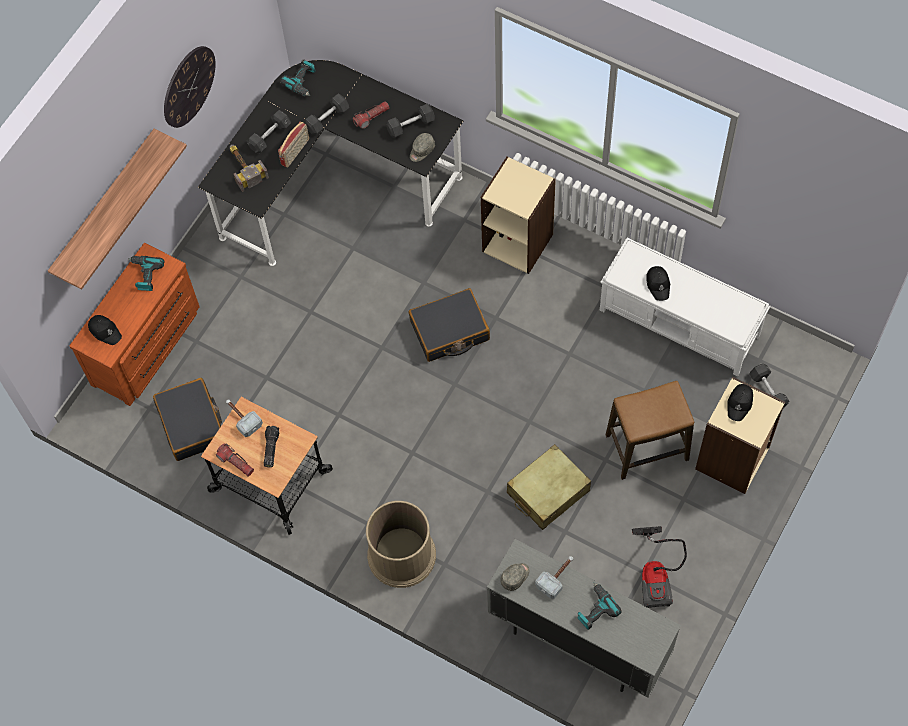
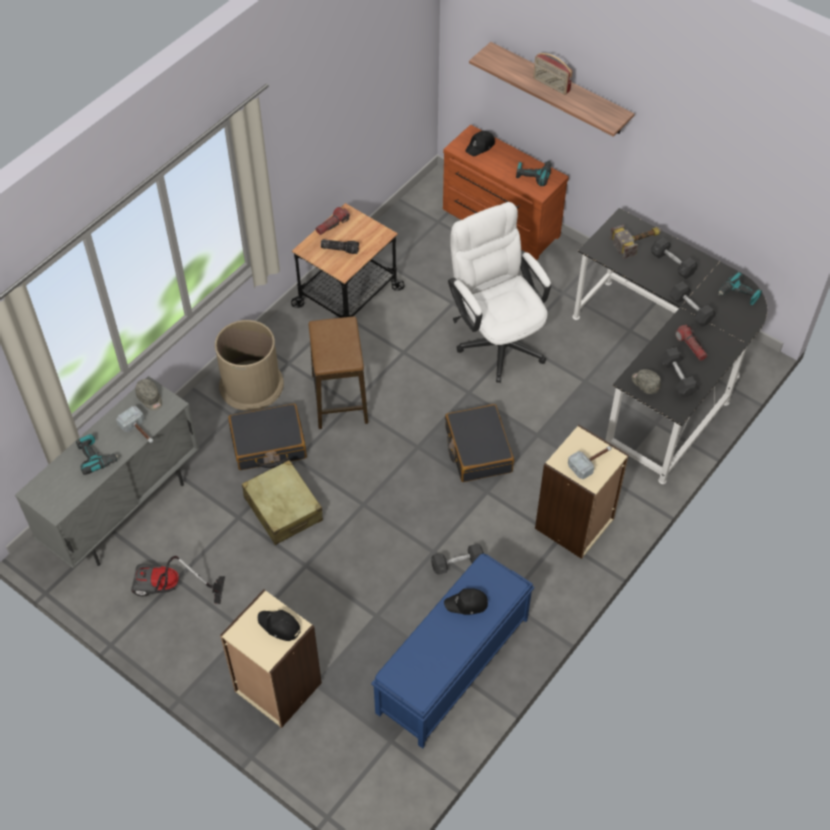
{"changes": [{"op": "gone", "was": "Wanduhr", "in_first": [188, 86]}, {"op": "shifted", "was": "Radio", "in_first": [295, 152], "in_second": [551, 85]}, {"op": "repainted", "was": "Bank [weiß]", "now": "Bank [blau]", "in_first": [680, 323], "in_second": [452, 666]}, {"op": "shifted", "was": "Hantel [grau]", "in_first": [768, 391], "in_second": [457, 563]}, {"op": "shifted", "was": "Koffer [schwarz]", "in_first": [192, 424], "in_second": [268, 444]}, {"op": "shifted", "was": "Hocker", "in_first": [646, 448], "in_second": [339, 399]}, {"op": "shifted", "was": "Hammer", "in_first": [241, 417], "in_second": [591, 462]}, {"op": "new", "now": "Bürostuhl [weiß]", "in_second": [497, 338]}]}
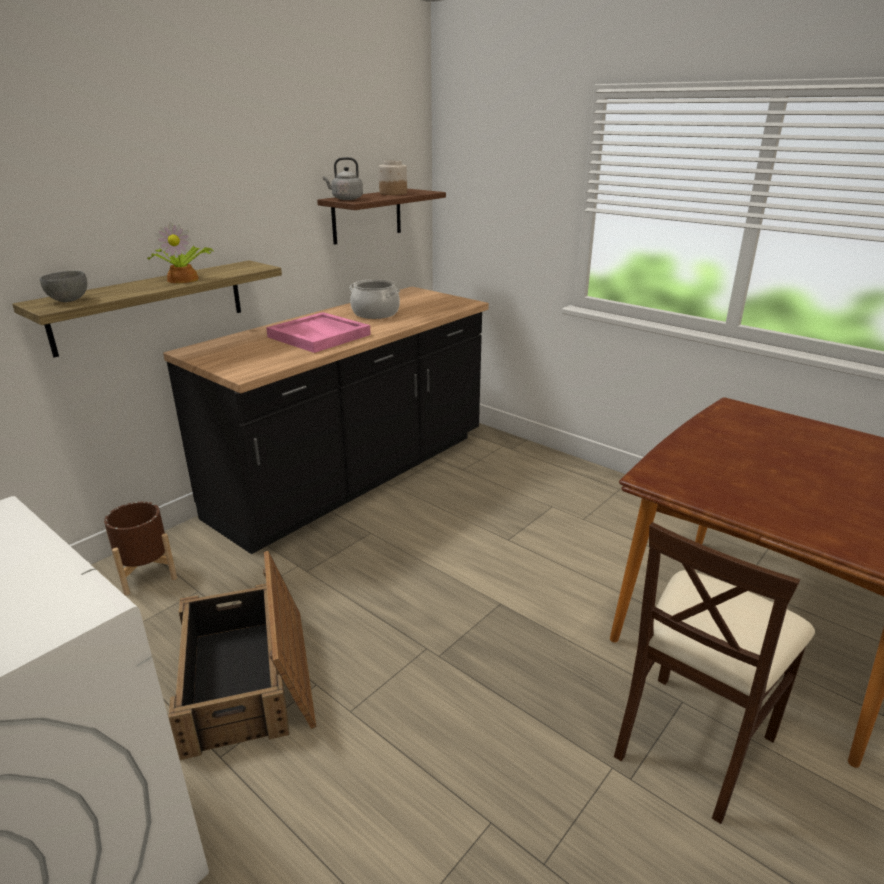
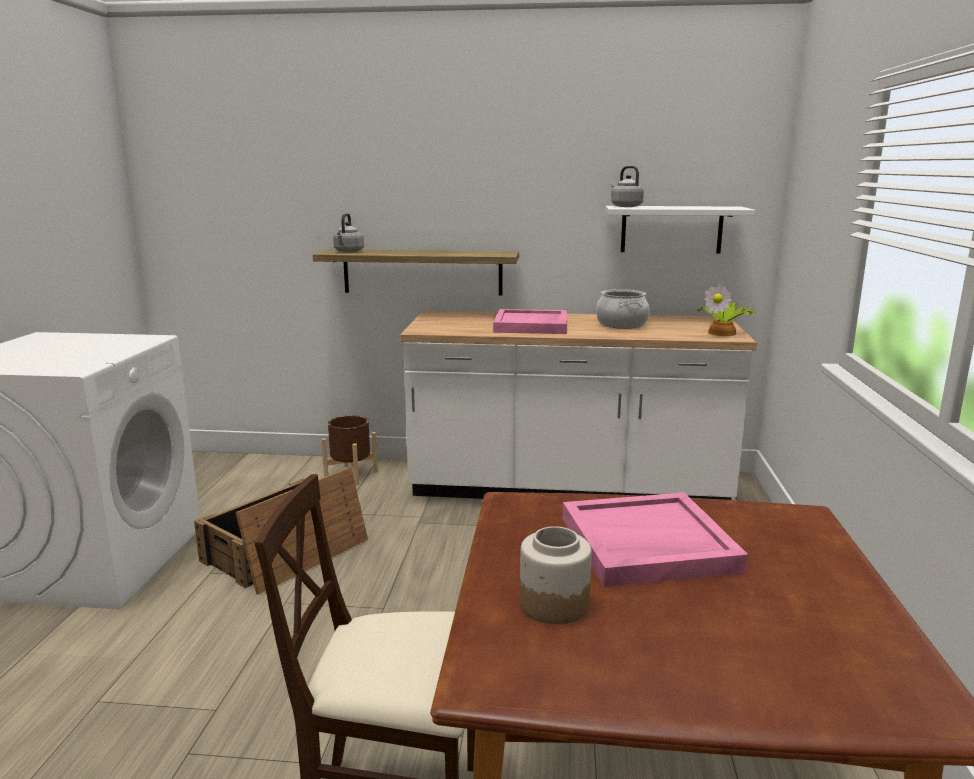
{"changes": [{"op": "shifted", "was": "Vorratsglas", "in_first": [393, 193], "in_second": [553, 604]}, {"op": "repainted", "was": "Wandregal [braun]", "now": "Wandregal [weiß]", "in_first": [367, 216], "in_second": [671, 229]}, {"op": "shifted", "was": "Topfpflanze", "in_first": [184, 279], "in_second": [723, 333]}, {"op": "swapped", "was": "Schüssel [grau]", "now": "Wasserkessel [grau]", "in_first": [69, 300], "in_second": [348, 251]}, {"op": "repainted", "was": "Küchenzeile [schwarz]", "now": "Küchenzeile [weiß]", "in_first": [354, 477], "in_second": [568, 488]}, {"op": "new", "now": "Tablett [rosa]", "in_second": [646, 544]}]}
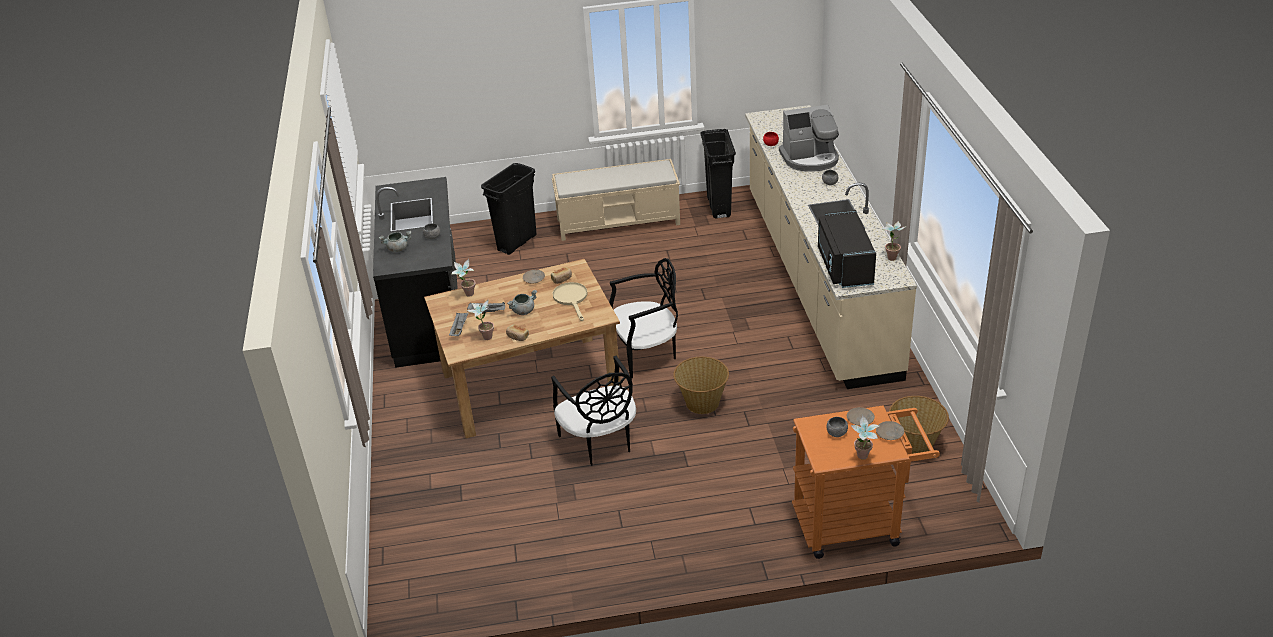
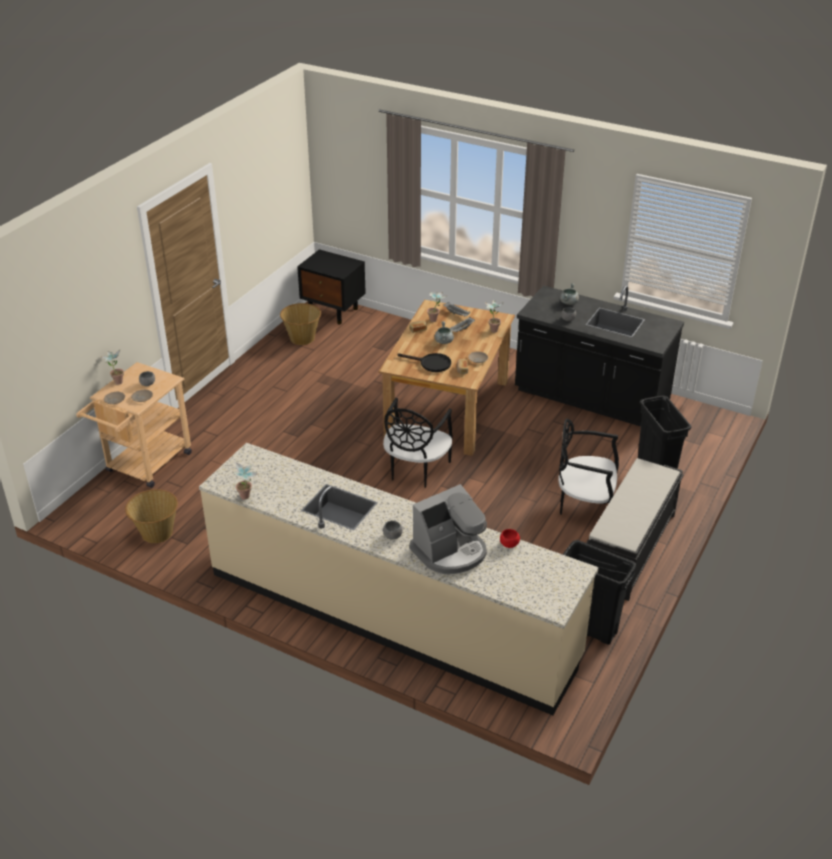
{"changes": [{"op": "rotated", "was": "Kaffeemaschine", "in_first": [810, 158], "in_second": [450, 552], "clockwise": -150}, {"op": "repainted", "was": "Bank [beige]", "now": "Bank [schwarz]", "in_first": [619, 222], "in_second": [629, 550]}, {"op": "gone", "was": "Mikrowelle [schwarz]", "in_first": [843, 266]}, {"op": "repainted", "was": "Pfanne [beige]", "now": "Pfanne [schwarz]", "in_first": [572, 299], "in_second": [431, 364]}, {"op": "shifted", "was": "Stuhl [schwarz]", "in_first": [600, 442], "in_second": [585, 505]}, {"op": "shifted", "was": "Korb", "in_first": [702, 403], "in_second": [302, 338]}, {"op": "repainted", "was": "Rollwagen [orange]", "now": "Rollwagen [beige]", "in_first": [856, 523], "in_second": [144, 466]}, {"op": "new", "now": "Nachttisch [schwarz]", "in_second": [334, 312]}]}
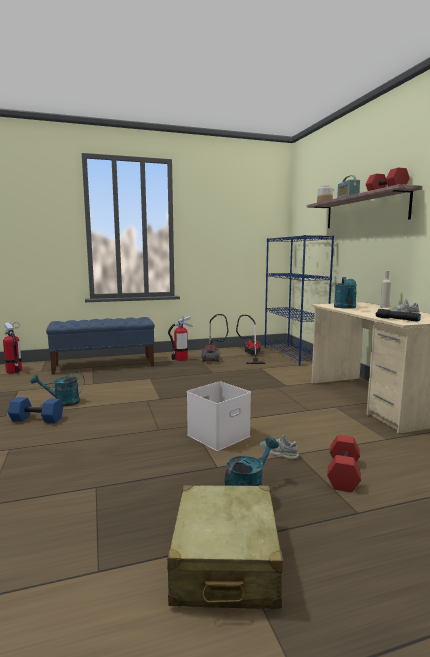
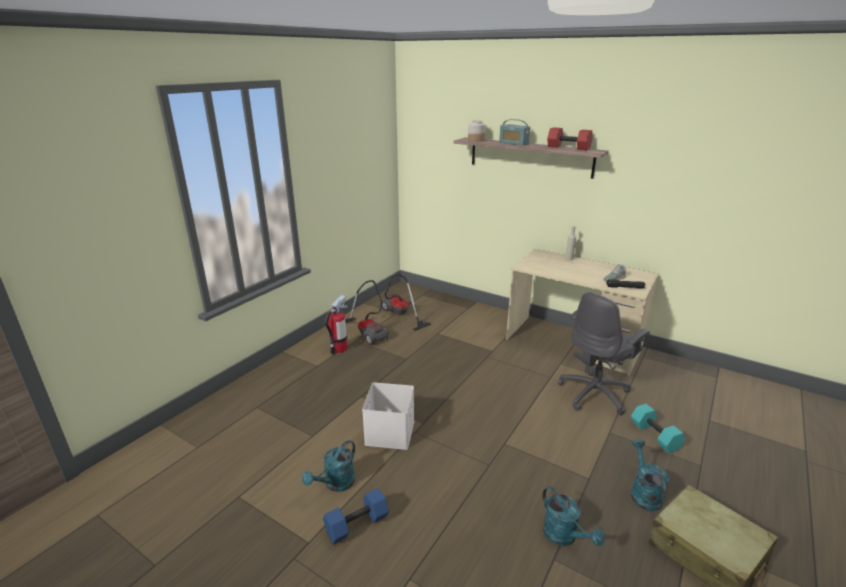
{"changes": [{"op": "gone", "was": "Bücherregal [blau]", "in_first": [293, 354]}, {"op": "shifted", "was": "Gießkanne [türkis]", "in_first": [345, 307], "in_second": [564, 536]}, {"op": "gone", "was": "Bank [blau]", "in_first": [104, 365]}, {"op": "gone", "was": "Feuerlöscher", "in_first": [14, 371]}, {"op": "shifted", "was": "Aufbewahrungsbox [weiß]", "in_first": [218, 435], "in_second": [389, 431]}, {"op": "gone", "was": "Schuh [grau]", "in_first": [278, 452]}, {"op": "repainted", "was": "Hantel [rot]", "now": "Hantel [türkis]", "in_first": [342, 473], "in_second": [653, 436]}, {"op": "new", "now": "Bürostuhl [grau]", "in_second": [595, 394]}]}
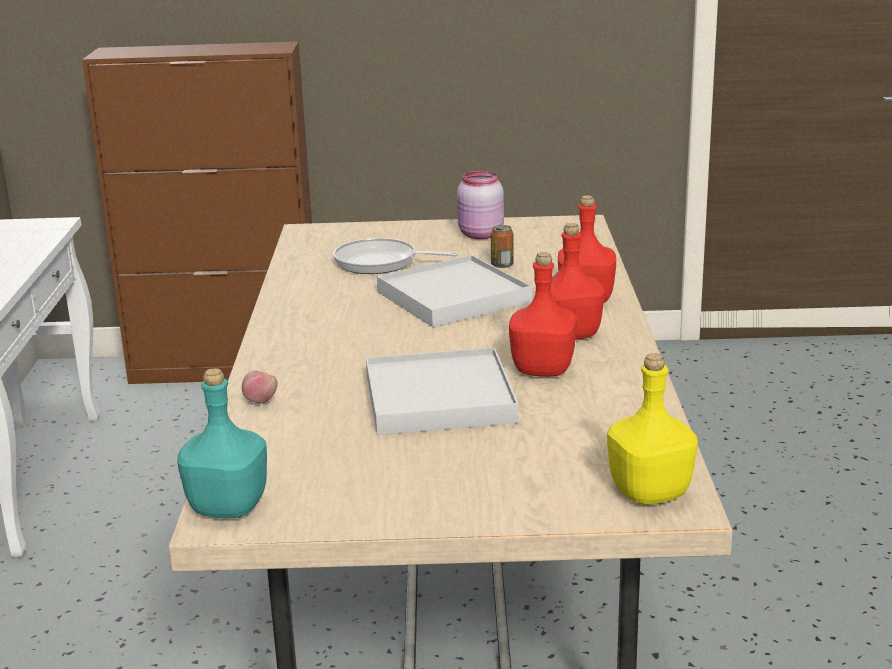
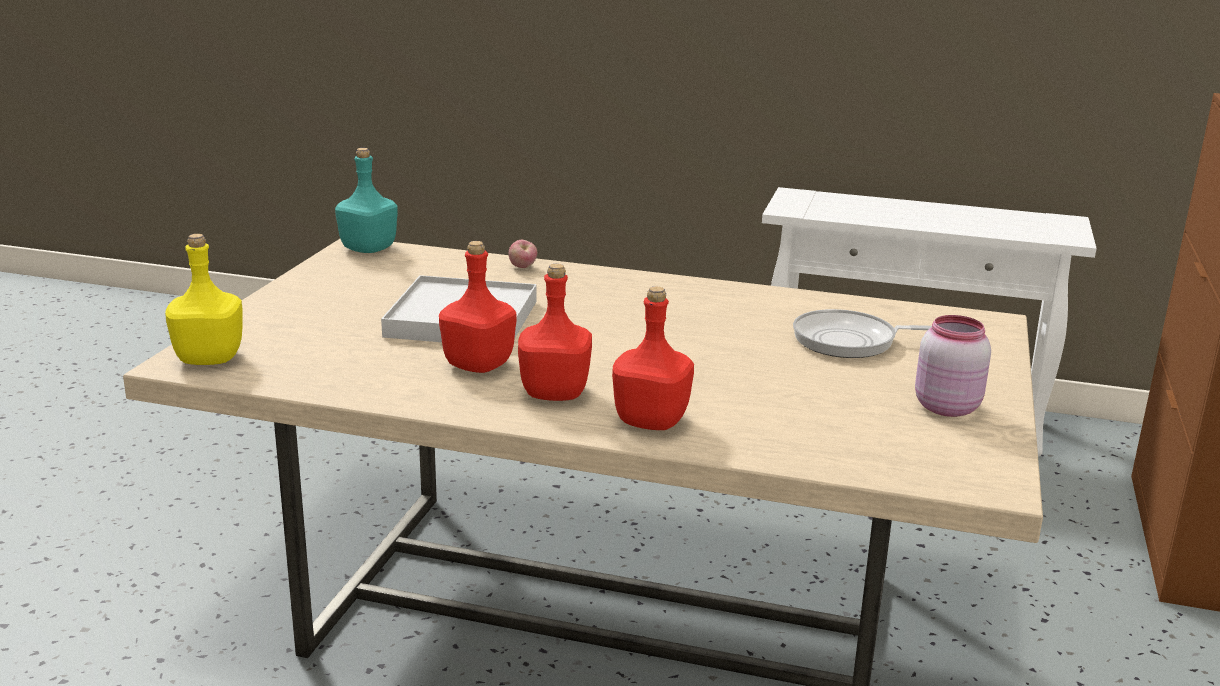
{"changes": [{"op": "gone", "was": "Dose", "in_first": [502, 265]}, {"op": "rotated", "was": "Pfanne", "in_first": [381, 262], "in_second": [850, 341], "clockwise": -120}, {"op": "gone", "was": "Tablett [weiß]", "in_first": [453, 297]}]}
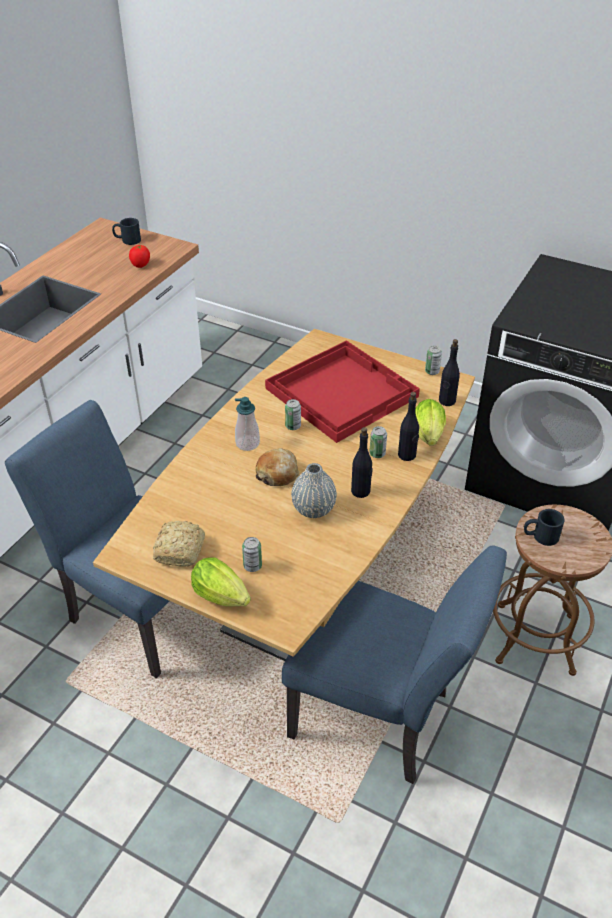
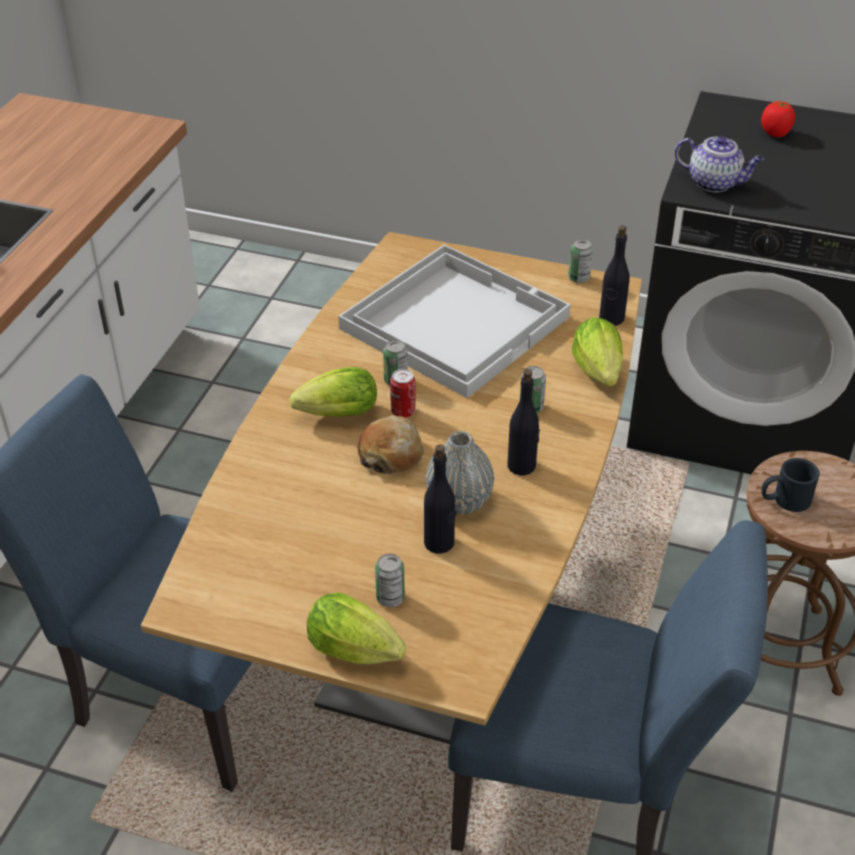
{"changes": [{"op": "gone", "was": "Henkelbecher [schwarz]", "in_first": [127, 240]}, {"op": "shifted", "was": "Tomate", "in_first": [140, 265], "in_second": [775, 133]}, {"op": "repainted", "was": "Tablett [rot]", "now": "Tablett [weiß]", "in_first": [341, 391], "in_second": [454, 321]}, {"op": "shifted", "was": "Flasche [schwarz]", "in_first": [407, 455], "in_second": [439, 543]}, {"op": "swapped", "was": "Seifenspender", "now": "Salatkopf", "in_first": [247, 443], "in_second": [334, 415]}, {"op": "gone", "was": "Brot", "in_first": [181, 549]}, {"op": "new", "now": "Teekanne", "in_second": [715, 183]}, {"op": "new", "now": "Dose", "in_second": [403, 411]}]}
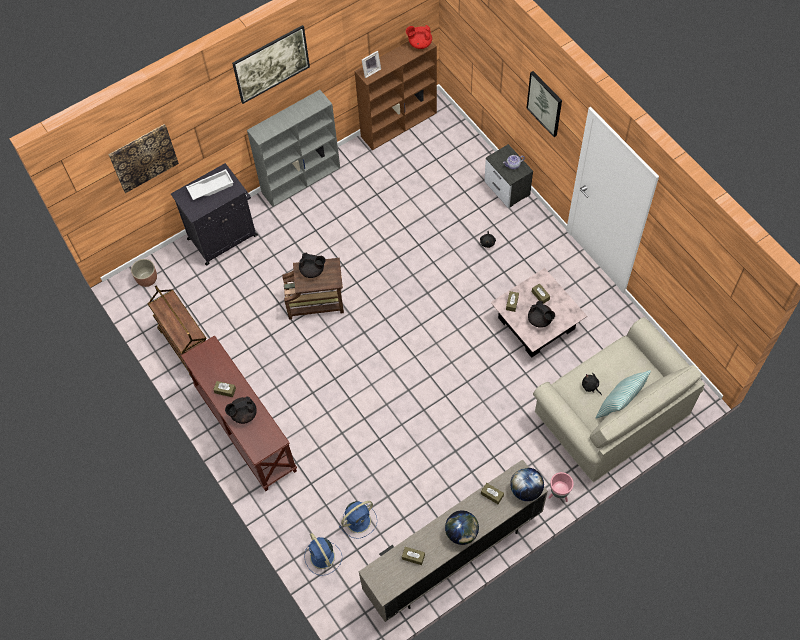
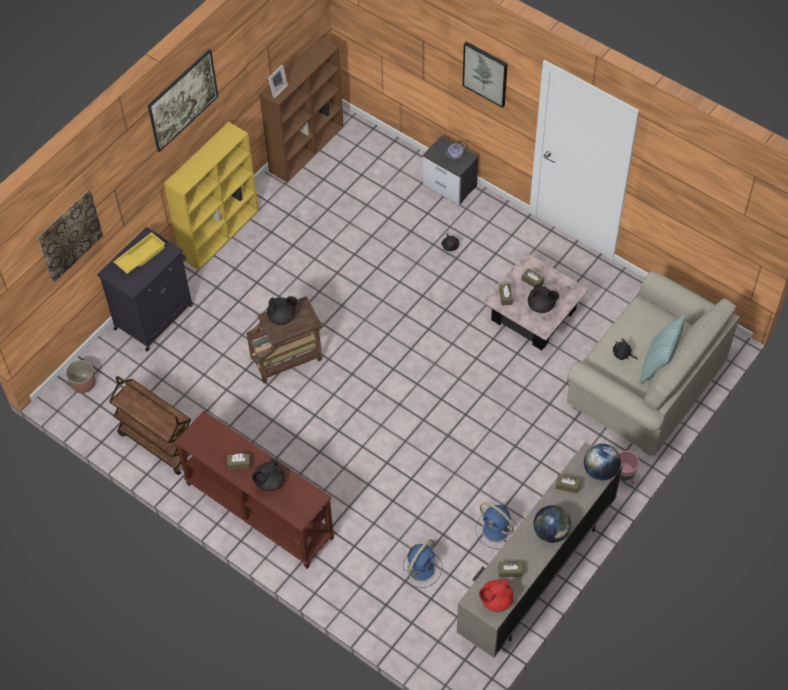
{"changes": [{"op": "shifted", "was": "Teekanne [rot]", "in_first": [419, 43], "in_second": [495, 600]}, {"op": "repainted", "was": "Bücherregal [grau]", "now": "Bücherregal [gelb]", "in_first": [301, 179], "in_second": [220, 233]}, {"op": "repainted", "was": "Tablett [weiß]", "now": "Tablett [gelb]", "in_first": [210, 187], "in_second": [140, 256]}, {"op": "shifted", "was": "Ventilator [blau]", "in_first": [323, 557], "in_second": [496, 531]}]}
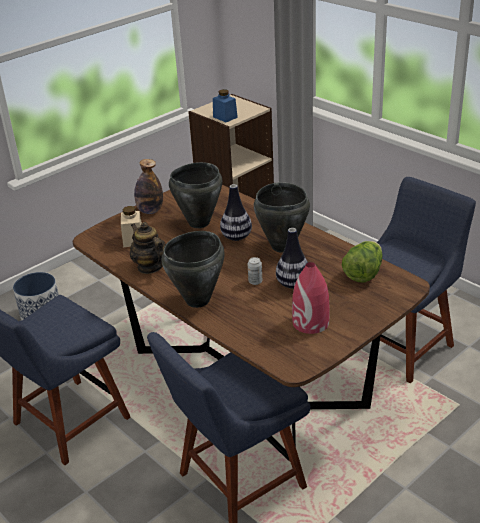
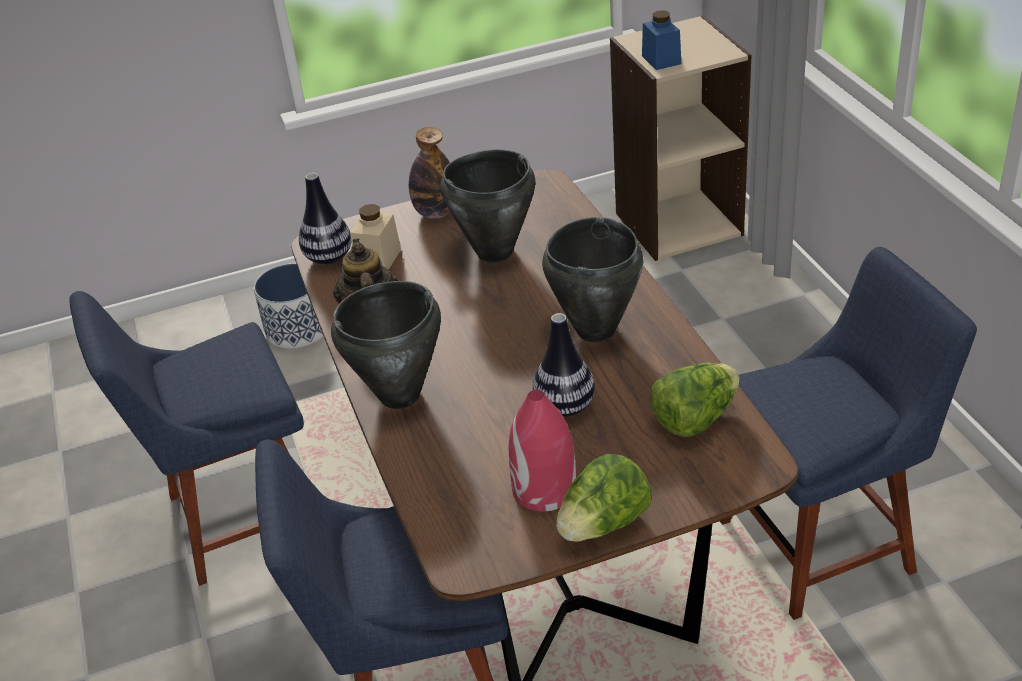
{"changes": [{"op": "shifted", "was": "Vase", "in_first": [236, 237], "in_second": [328, 258]}, {"op": "gone", "was": "Dose", "in_first": [255, 281]}, {"op": "new", "now": "Salatkopf", "in_second": [603, 524]}]}
